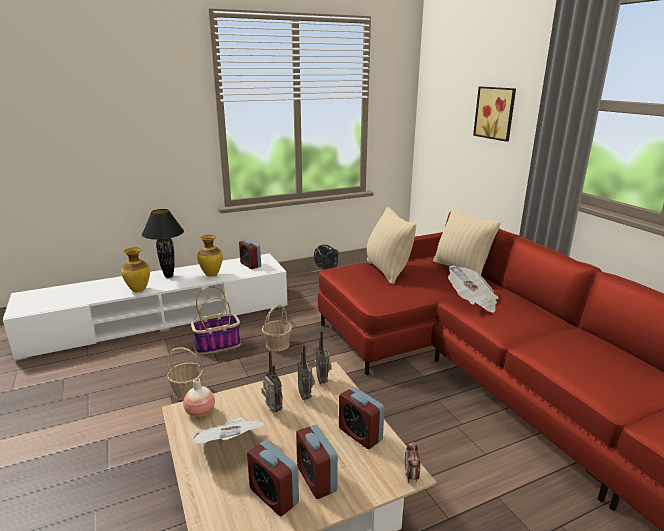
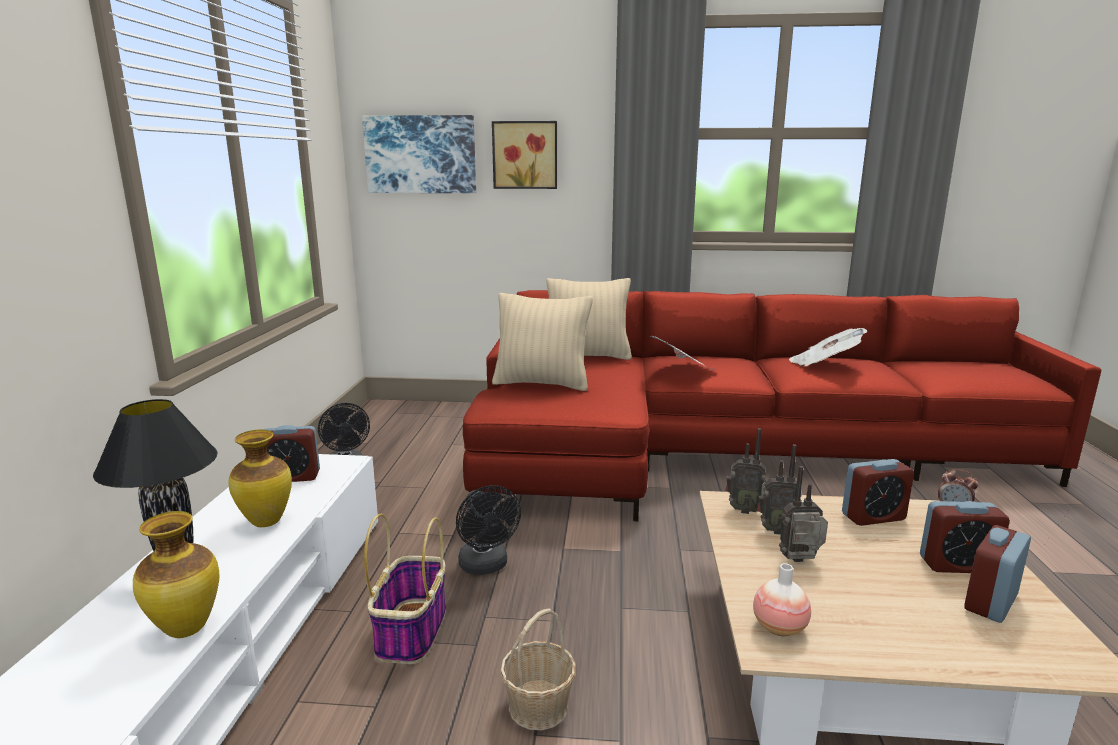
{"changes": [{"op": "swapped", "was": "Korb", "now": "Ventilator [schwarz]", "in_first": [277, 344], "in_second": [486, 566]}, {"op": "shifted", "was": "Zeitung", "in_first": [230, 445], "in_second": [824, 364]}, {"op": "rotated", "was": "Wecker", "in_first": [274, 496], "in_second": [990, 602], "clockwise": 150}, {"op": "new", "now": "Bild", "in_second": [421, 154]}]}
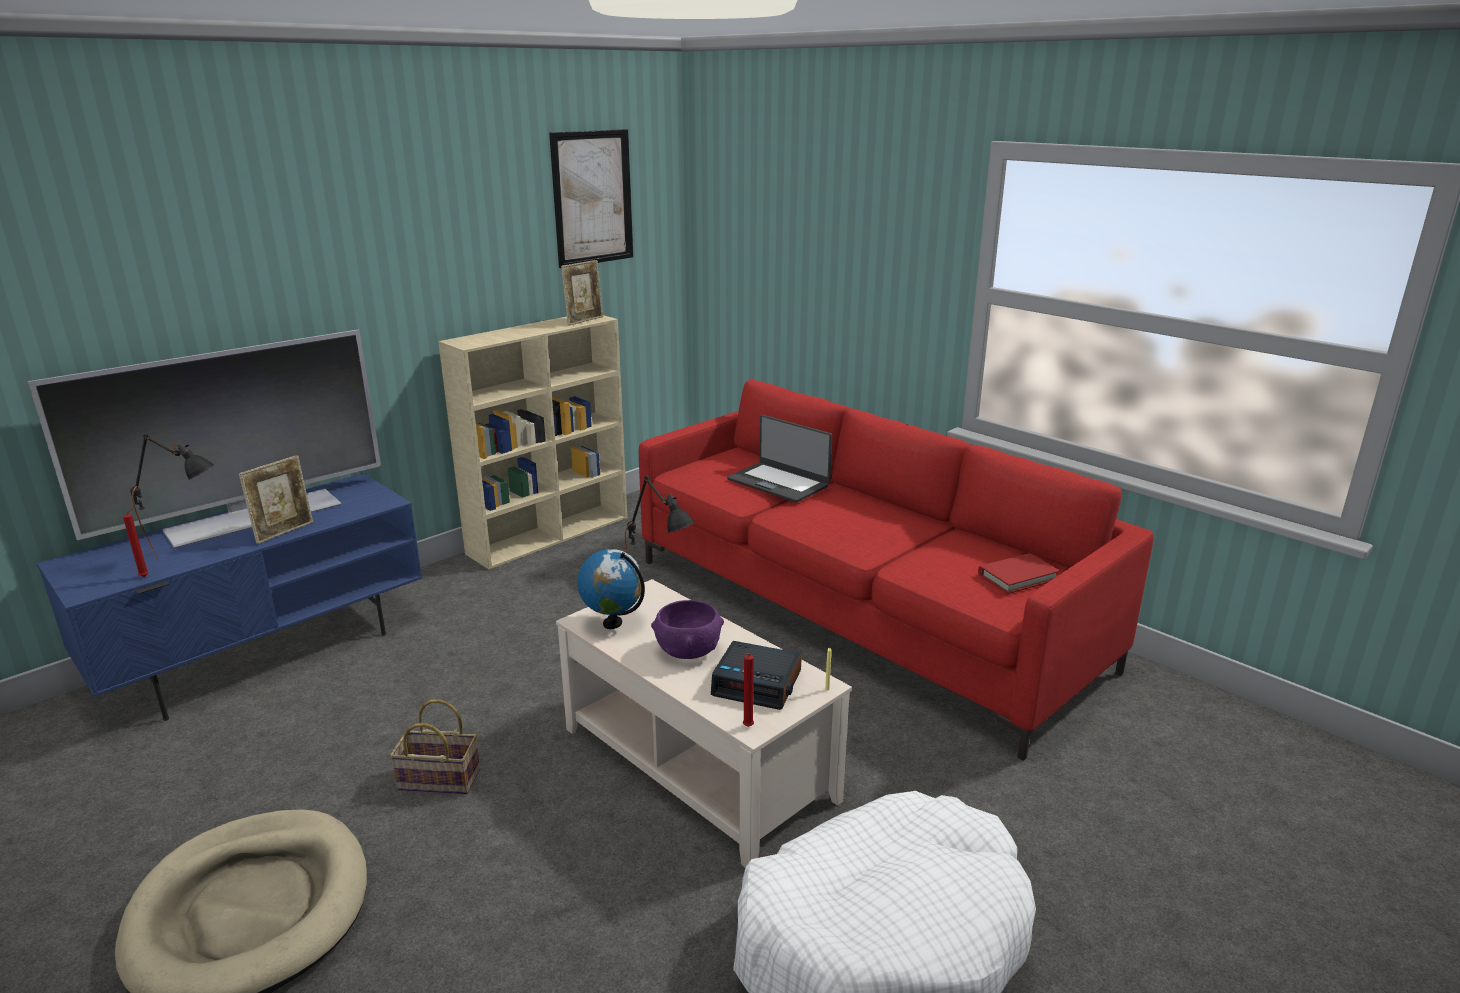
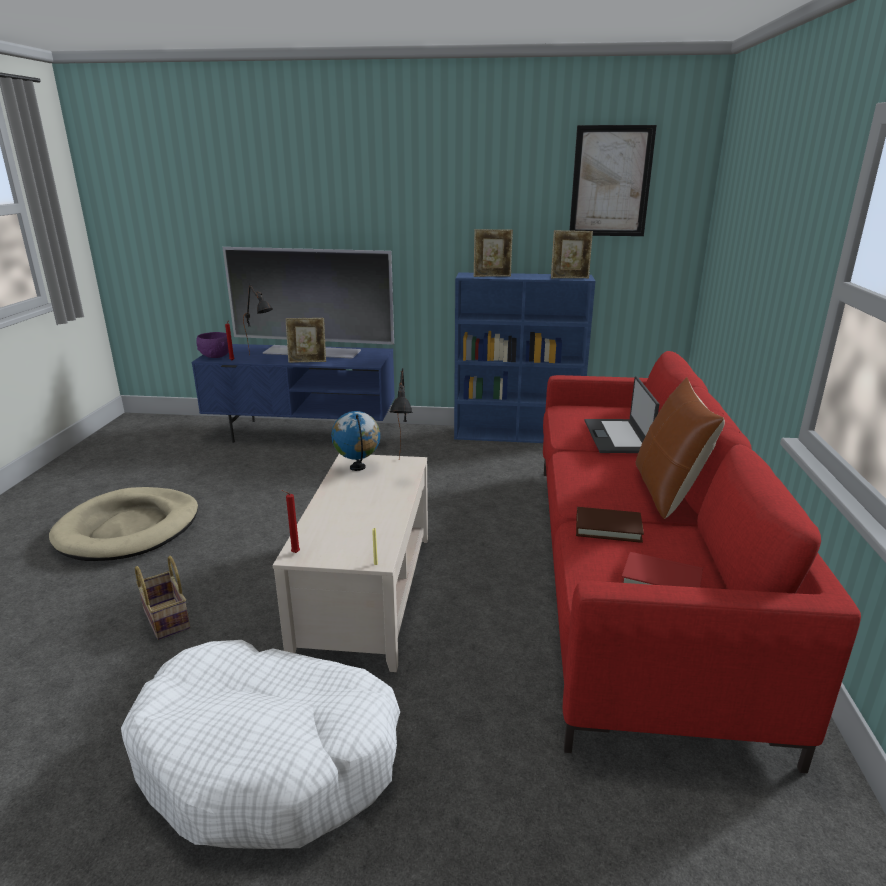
{"changes": [{"op": "repainted", "was": "Bücherregal [beige]", "now": "Bücherregal [blau]", "in_first": [550, 534], "in_second": [518, 435]}, {"op": "shifted", "was": "Schüssel [lila]", "in_first": [688, 651], "in_second": [215, 356]}, {"op": "gone", "was": "Wecker", "in_first": [758, 683]}, {"op": "shifted", "was": "Korb", "in_first": [437, 780], "in_second": [164, 618]}, {"op": "new", "now": "Bilderrahmen", "in_second": [492, 276]}, {"op": "new", "now": "Kissen [braun]", "in_second": [667, 491]}, {"op": "new", "now": "Buch [braun]", "in_second": [608, 528]}]}
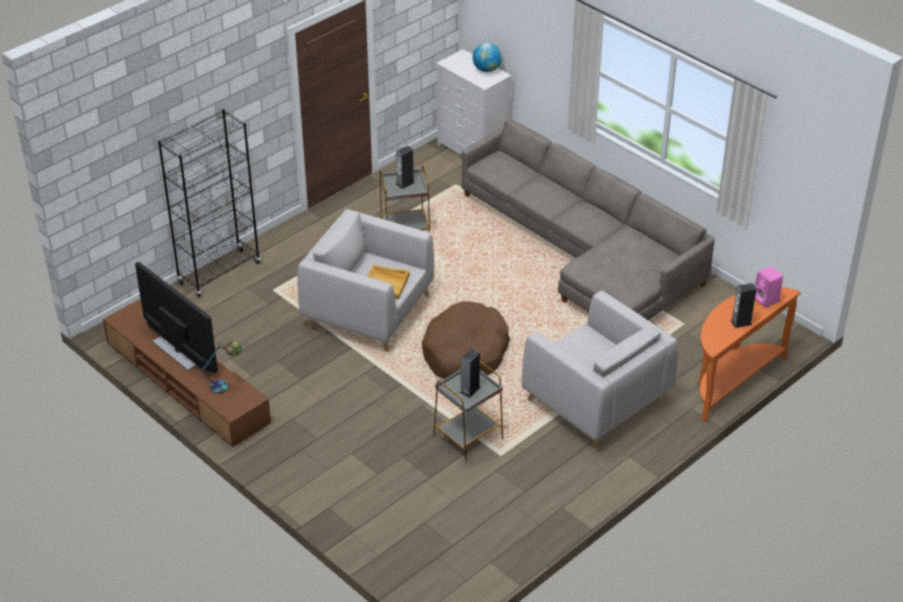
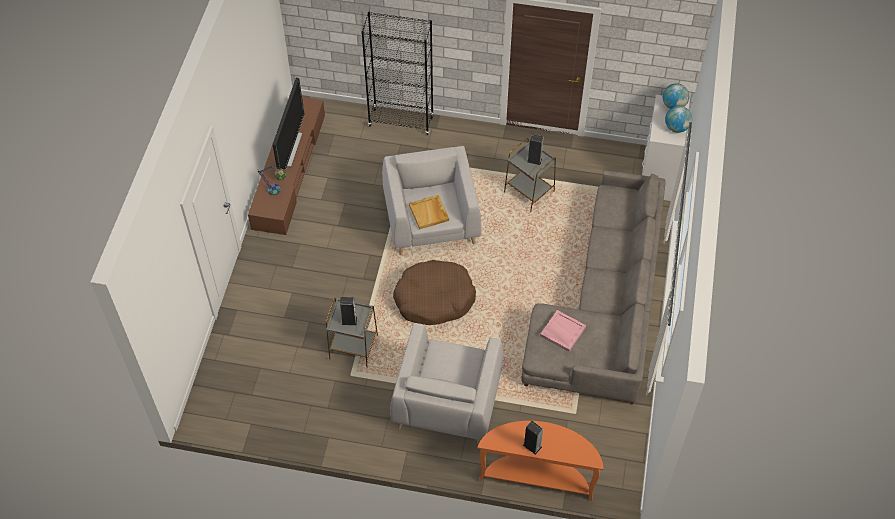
{"changes": [{"op": "gone", "was": "Lautsprecher [rosa]", "in_first": [766, 300]}, {"op": "new", "now": "Globus", "in_second": [674, 105]}, {"op": "new", "now": "Tablett [rosa]", "in_second": [562, 332]}]}
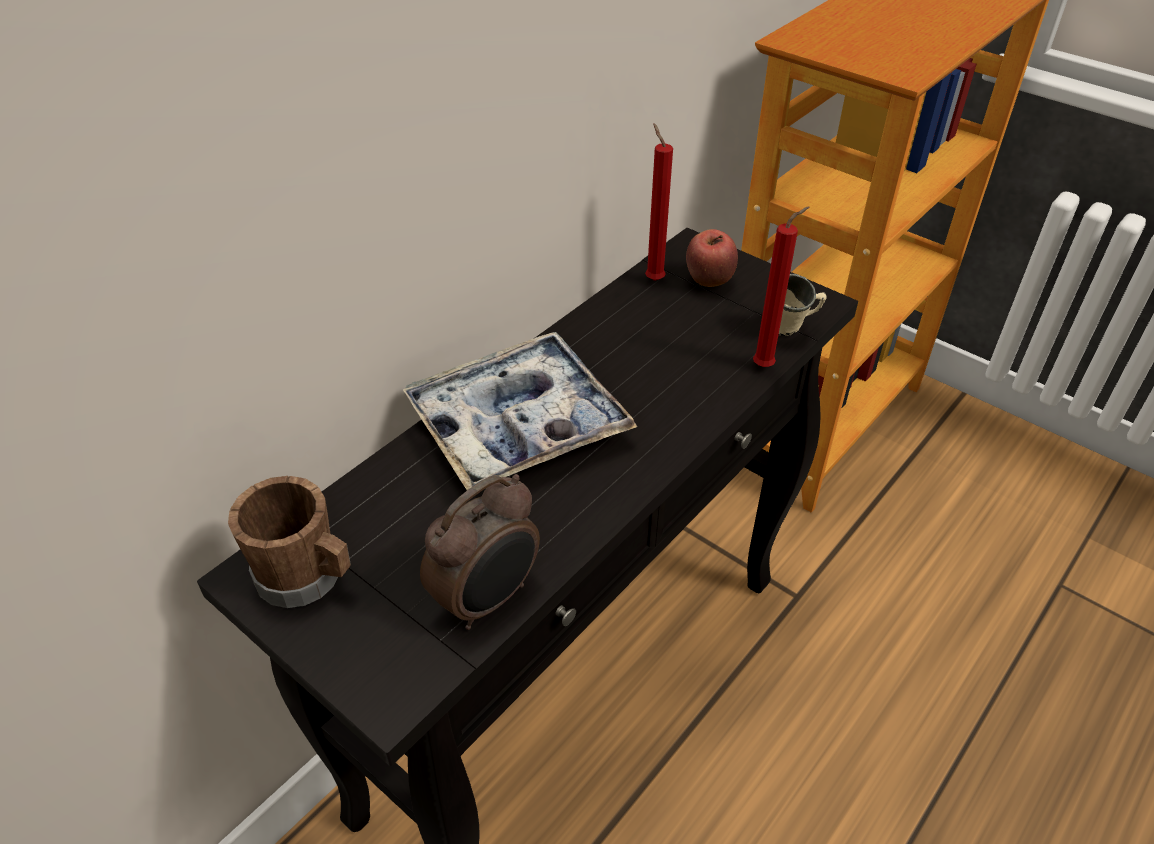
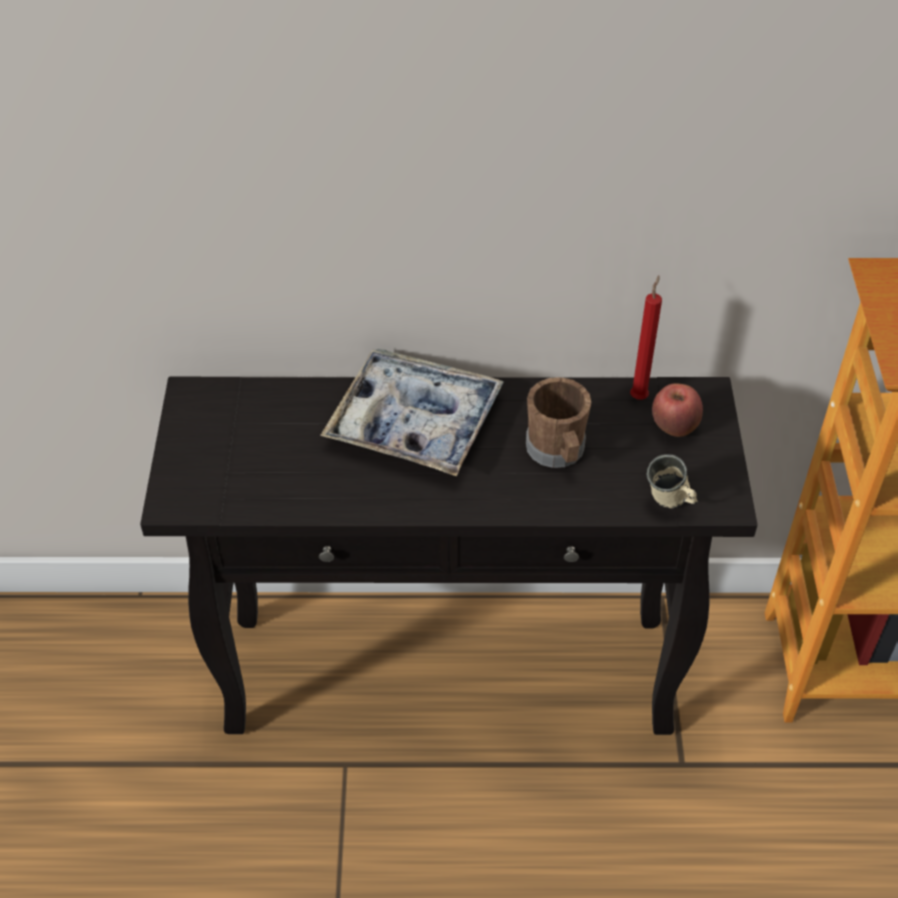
{"changes": [{"op": "gone", "was": "Kerze [rot]", "in_first": [766, 366]}, {"op": "gone", "was": "Wecker", "in_first": [488, 599]}, {"op": "shifted", "was": "Henkelbecher [braun]", "in_first": [307, 578], "in_second": [557, 452]}]}
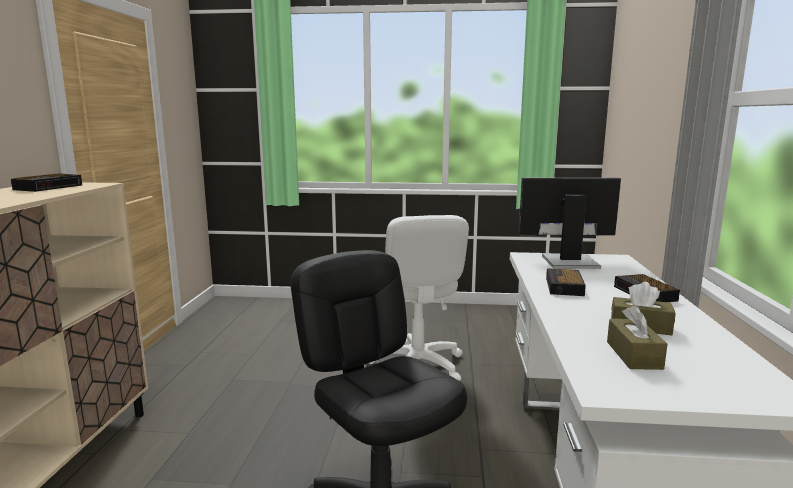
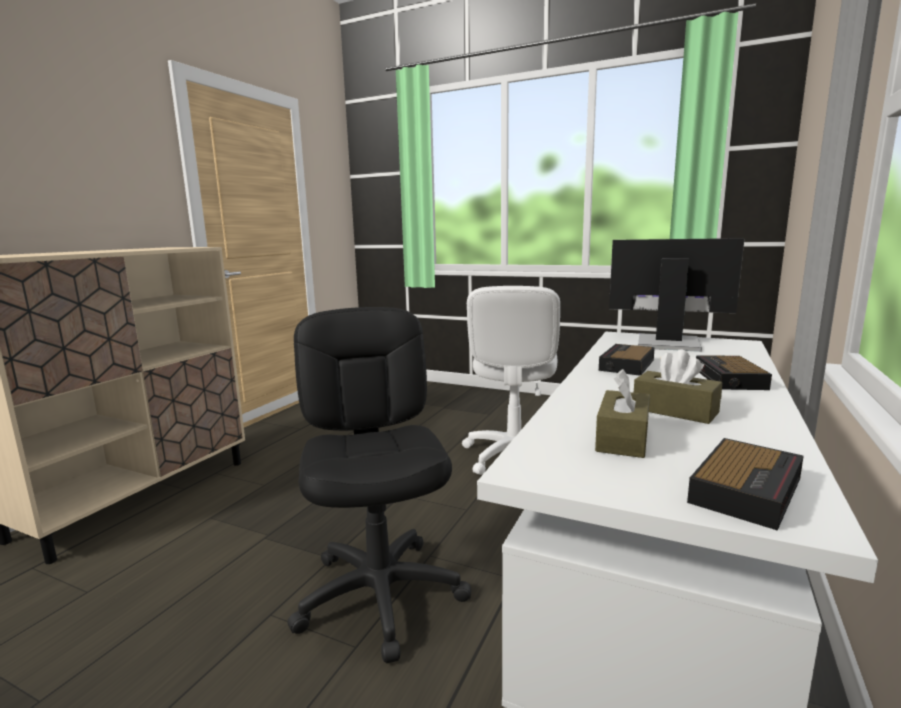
{"changes": [{"op": "shifted", "was": "Wecker", "in_first": [49, 187], "in_second": [746, 489]}]}
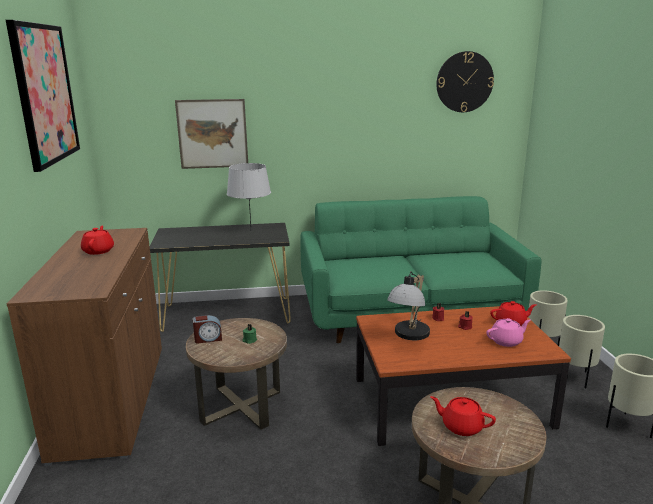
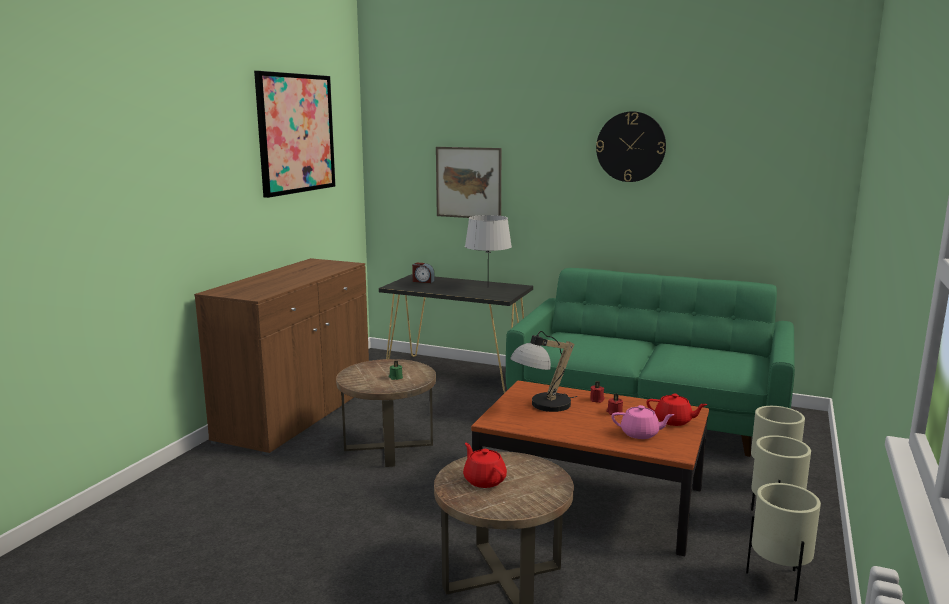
{"changes": [{"op": "shifted", "was": "Wanduhr", "in_first": [464, 82], "in_second": [630, 147]}, {"op": "gone", "was": "Teekanne [rot]", "in_first": [99, 251]}, {"op": "shifted", "was": "Wecker", "in_first": [208, 339], "in_second": [423, 281]}]}
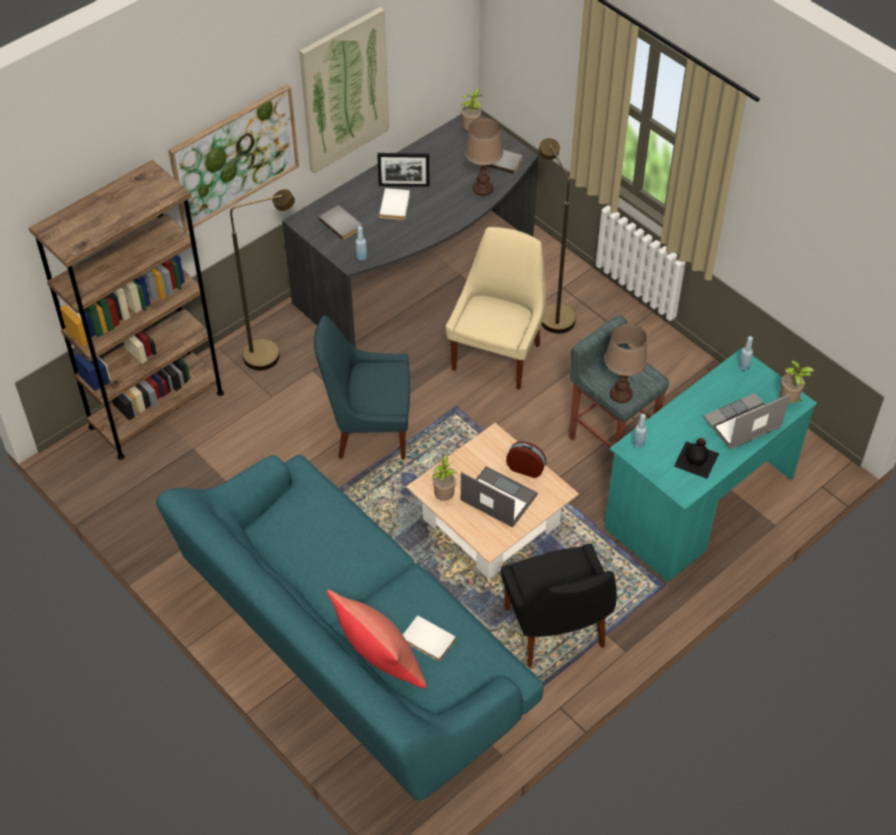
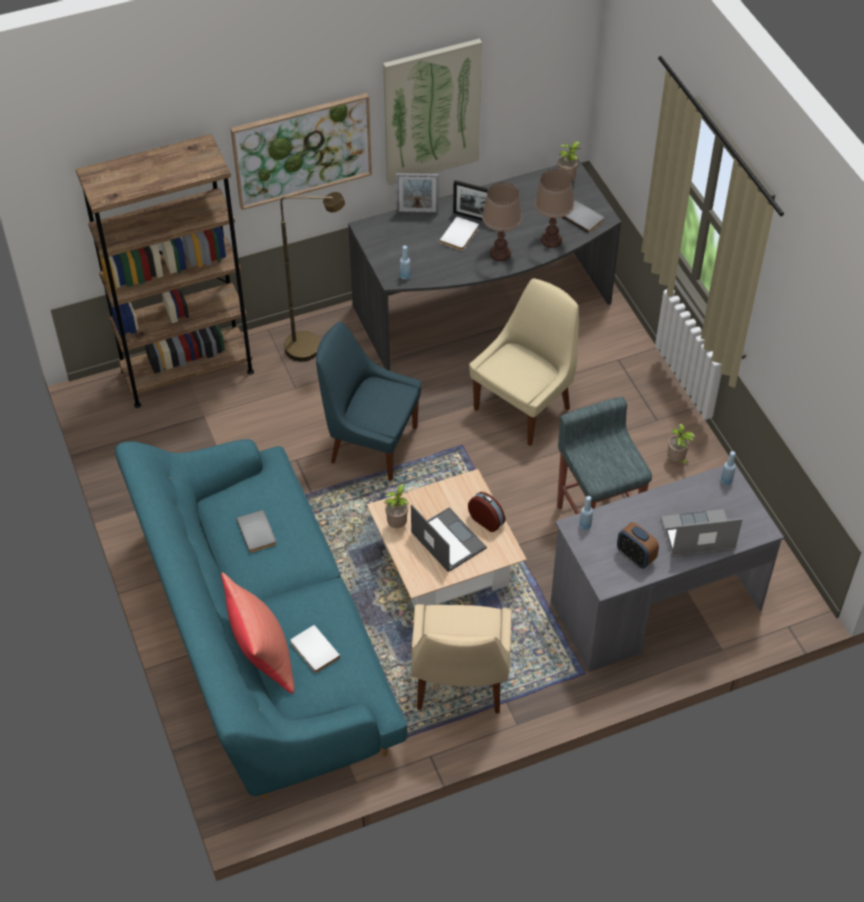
{"changes": [{"op": "gone", "was": "Stehlampe [braun]", "in_first": [552, 313]}, {"op": "shifted", "was": "Buch [grau]", "in_first": [341, 223], "in_second": [258, 532]}, {"op": "shifted", "was": "Tischlampe [braun]", "in_first": [620, 394], "in_second": [500, 253]}, {"op": "repainted", "was": "Schreibtisch [türkis]", "now": "Schreibtisch [grau]", "in_first": [699, 503], "in_second": [655, 605]}, {"op": "shifted", "was": "Topfpflanze", "in_first": [789, 401], "in_second": [676, 461]}, {"op": "swapped", "was": "Flasche [schwarz]", "now": "Wecker", "in_first": [697, 459], "in_second": [635, 557]}, {"op": "repainted", "was": "Stuhl [schwarz]", "now": "Stuhl [beige]", "in_first": [556, 631], "in_second": [459, 684]}, {"op": "new", "now": "Bilderrahmen", "in_second": [417, 212]}]}
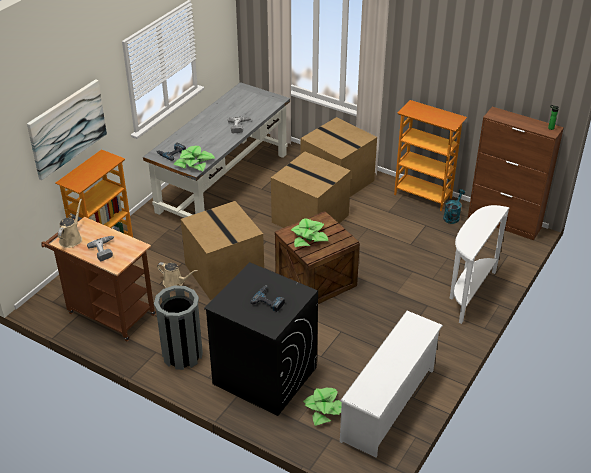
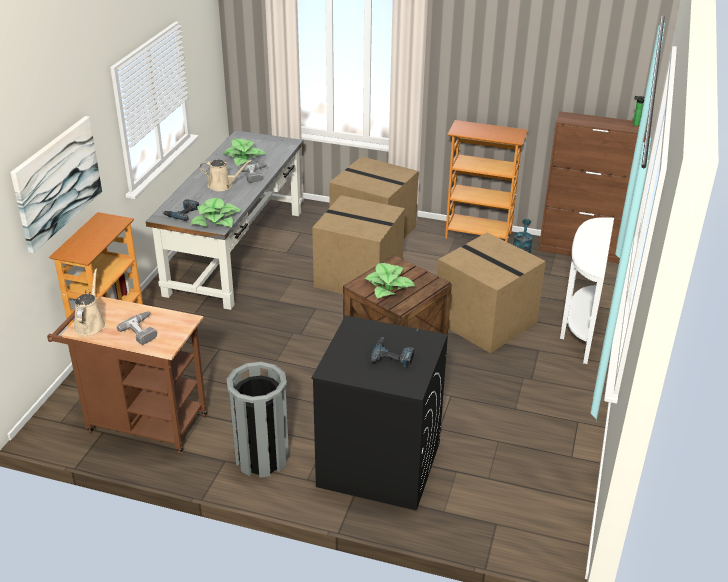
{"changes": [{"op": "shifted", "was": "Karton", "in_first": [225, 272], "in_second": [487, 321]}, {"op": "shifted", "was": "Gießkanne [beige]", "in_first": [175, 283], "in_second": [222, 185]}, {"op": "gone", "was": "Schuhregal [weiß]", "in_first": [389, 405]}, {"op": "shifted", "was": "Topfpflanze", "in_first": [324, 409], "in_second": [244, 157]}]}
